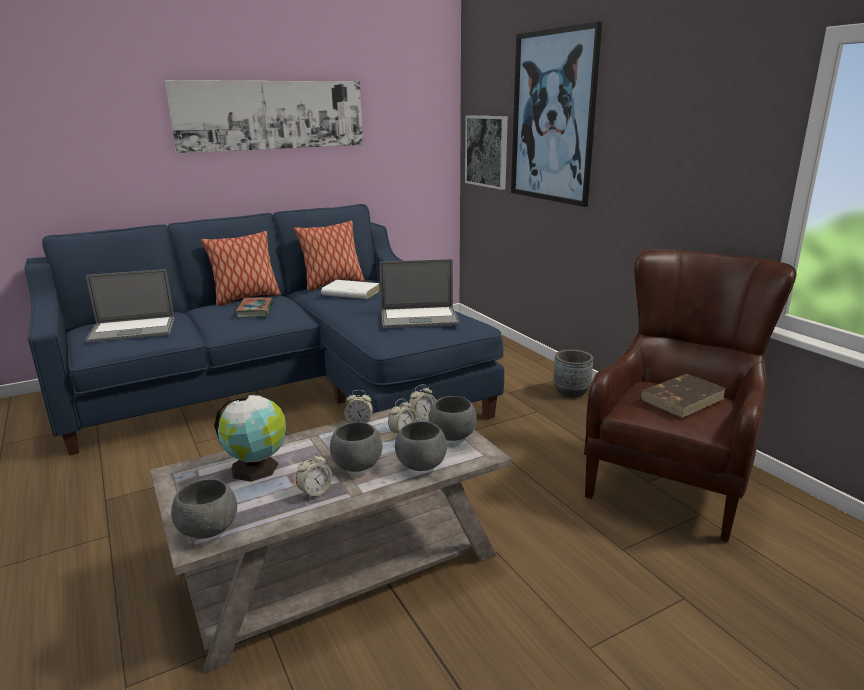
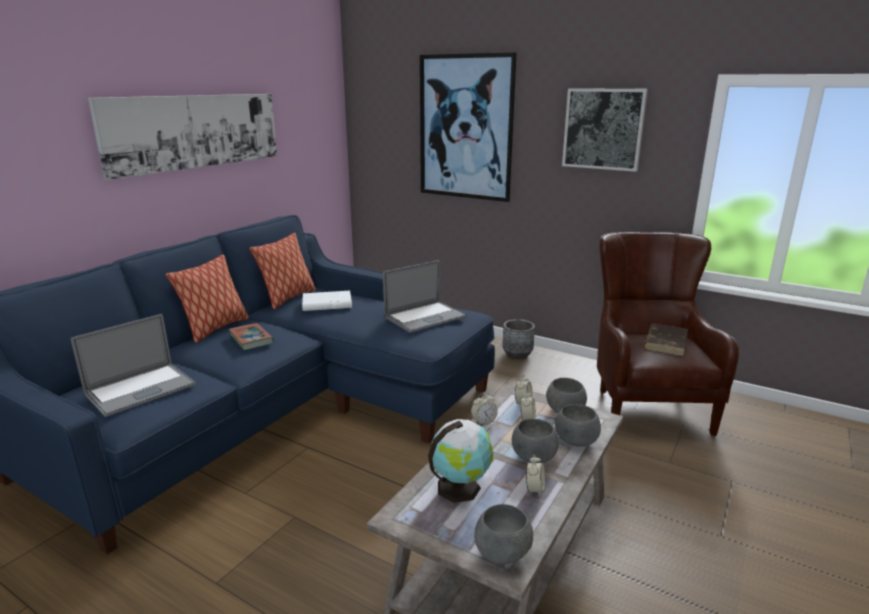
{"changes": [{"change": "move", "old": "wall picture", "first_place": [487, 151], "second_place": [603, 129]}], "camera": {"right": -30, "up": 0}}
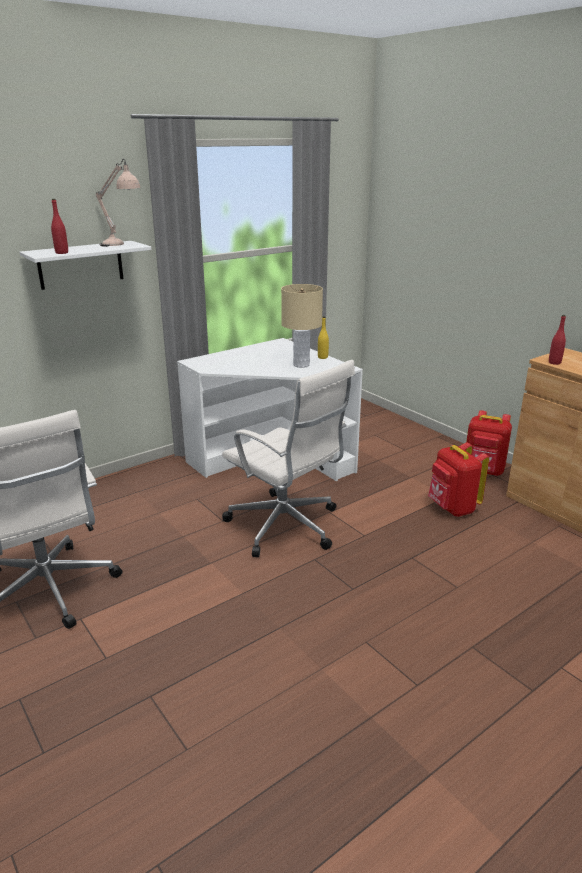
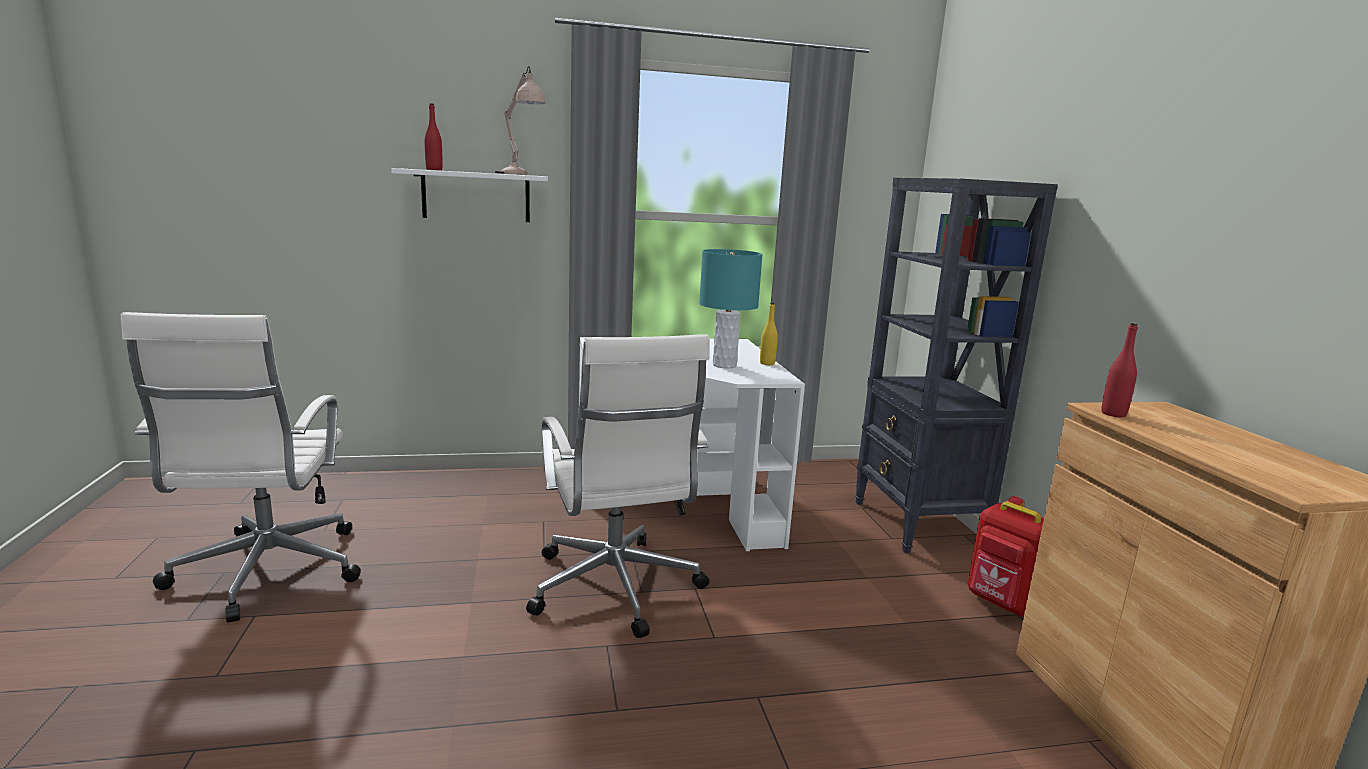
{"changes": [{"change": "recolor", "old": "beige tabletop lamp", "new": "turquoise-coloured tabletop lamp", "first_place": [301, 365], "second_place": [725, 365]}, {"change": "insert", "new": "black bookcase", "second_place": [917, 525]}, {"change": "delete", "old": "red backpack", "first_place": [452, 508]}], "camera": {"right": 25, "up": -10}}
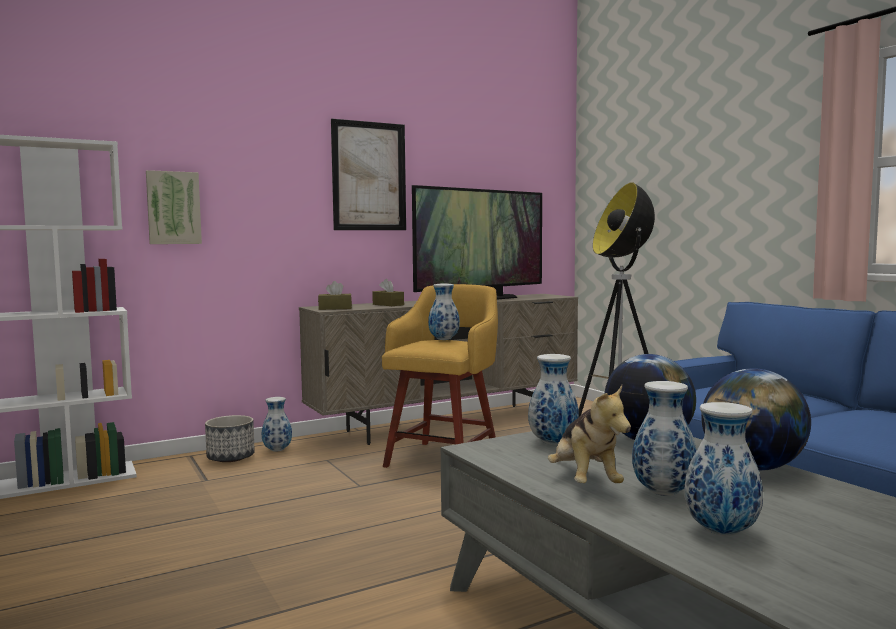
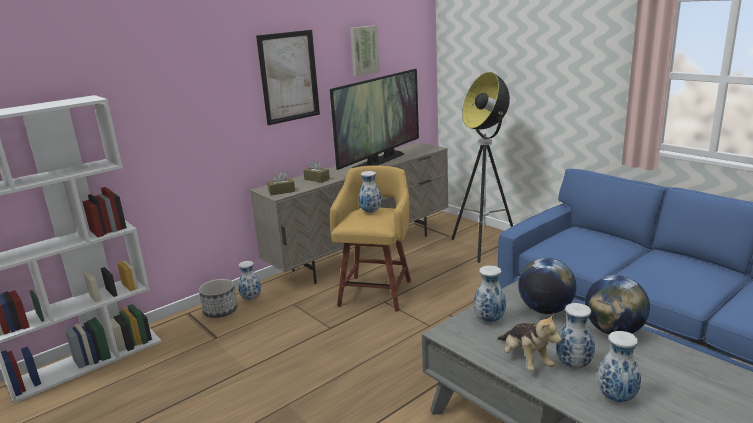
{"changes": [{"change": "move", "old": "wall picture", "first_place": [173, 208], "second_place": [363, 50]}], "camera": {"right": -10, "up": 15}}
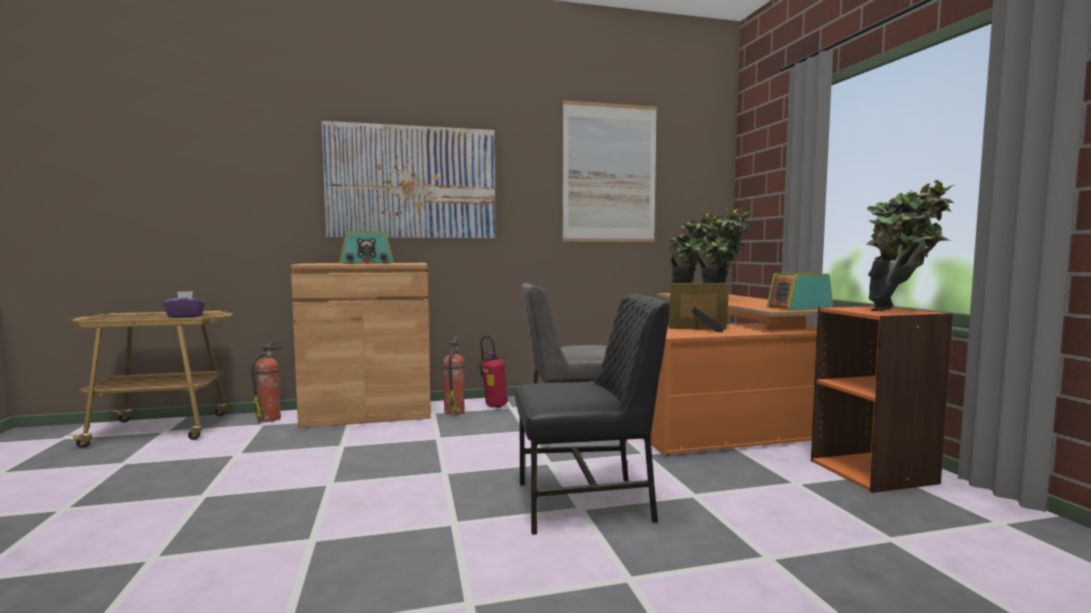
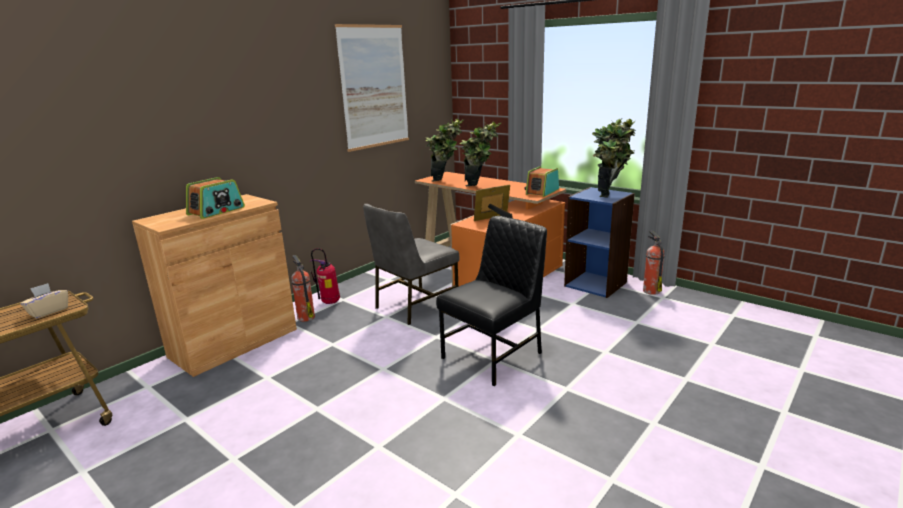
{"changes": [{"change": "recolor", "old": "purplish tissue holder", "new": "beige tissue holder", "first_place": [185, 316], "second_place": [48, 311]}, {"change": "recolor", "old": "orange bookcase", "new": "blue bookcase", "first_place": [873, 472], "second_place": [596, 284]}, {"change": "move", "old": "fire-fighting cylinder", "first_place": [270, 418], "second_place": [650, 290]}, {"change": "delete", "old": "wall picture", "first_place": [412, 182]}], "camera": {"right": -35, "up": 15}}
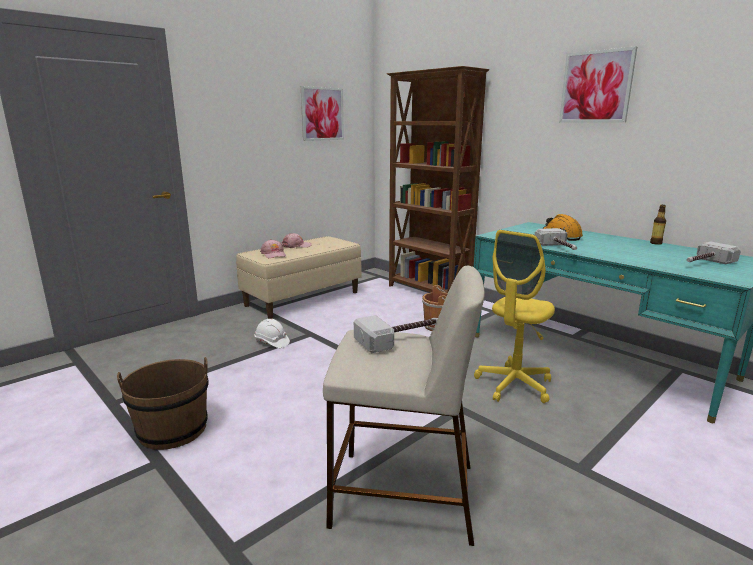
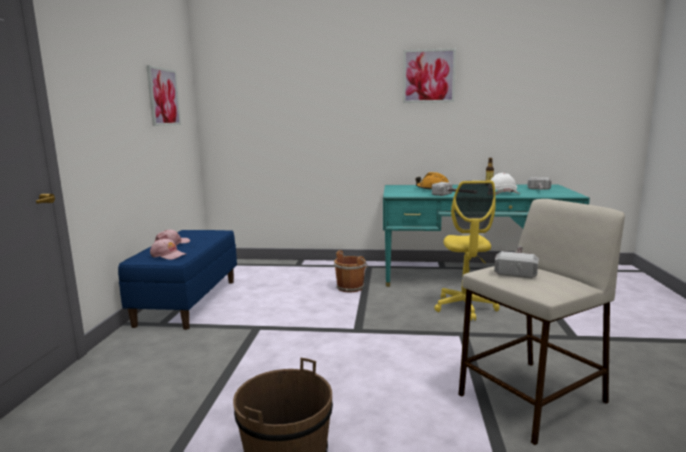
{"changes": [{"change": "recolor", "old": "beige bench", "new": "blue bench", "first_place": [303, 298], "second_place": [188, 302]}, {"change": "move", "old": "whitish hard hat", "first_place": [272, 342], "second_place": [503, 194]}, {"change": "delete", "old": "brown-coloured bookcase", "first_place": [428, 292]}], "camera": {"right": -40, "up": -5}}
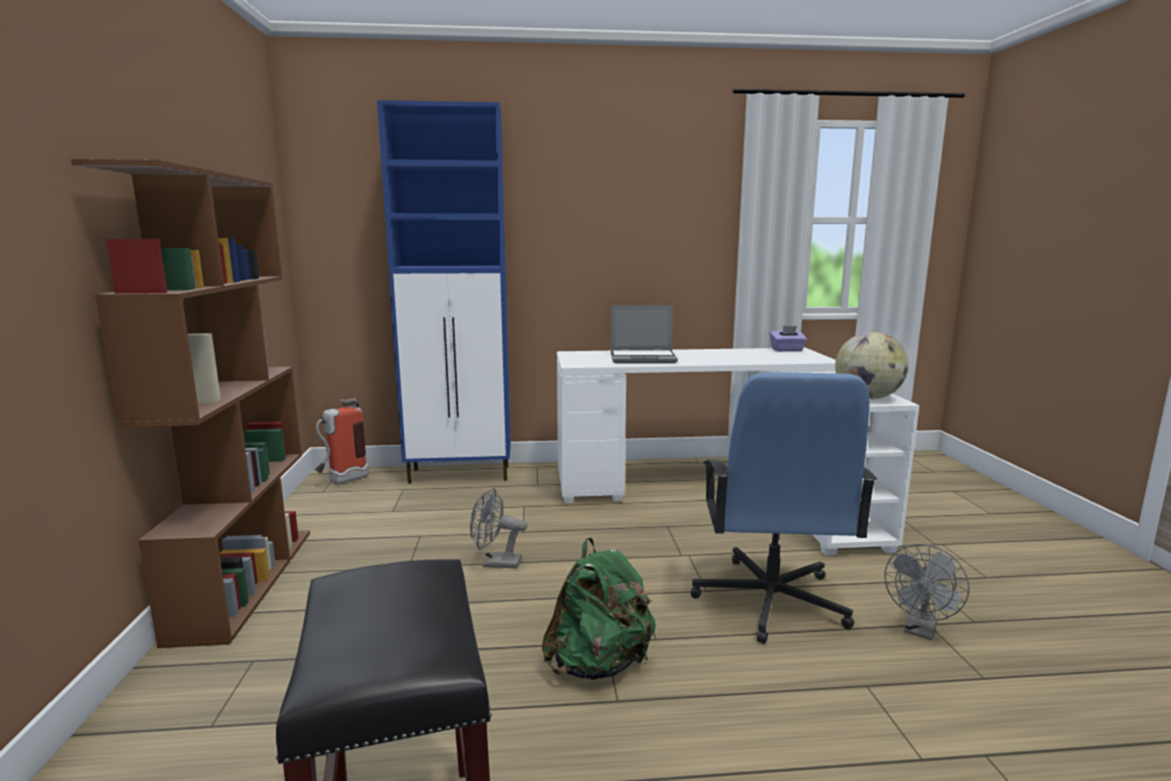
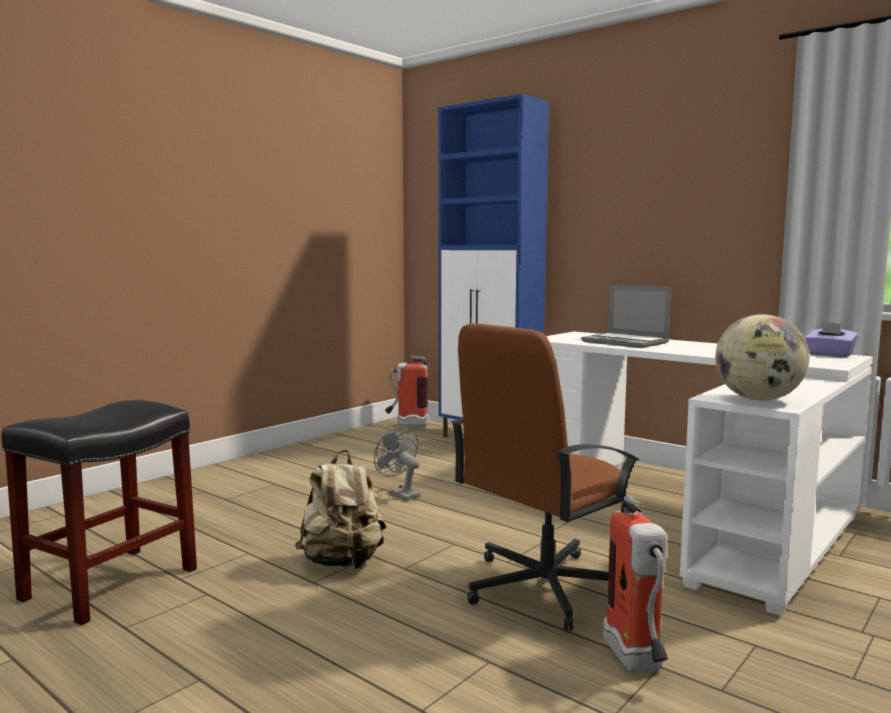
{"changes": [{"change": "recolor", "old": "green-coloured backpack", "new": "beige backpack", "first_place": [599, 664], "second_place": [343, 563]}, {"change": "recolor", "old": "blue desk chair", "new": "brown-coloured desk chair", "first_place": [770, 601], "second_place": [543, 588]}, {"change": "replace", "old": "grey cooling fan", "new": "fire-fighting cylinder", "first_place": [920, 630], "second_place": [637, 665]}, {"change": "delete", "old": "brown-coloured bookcase", "first_place": [245, 581]}], "camera": {"right": 45, "up": -5}}
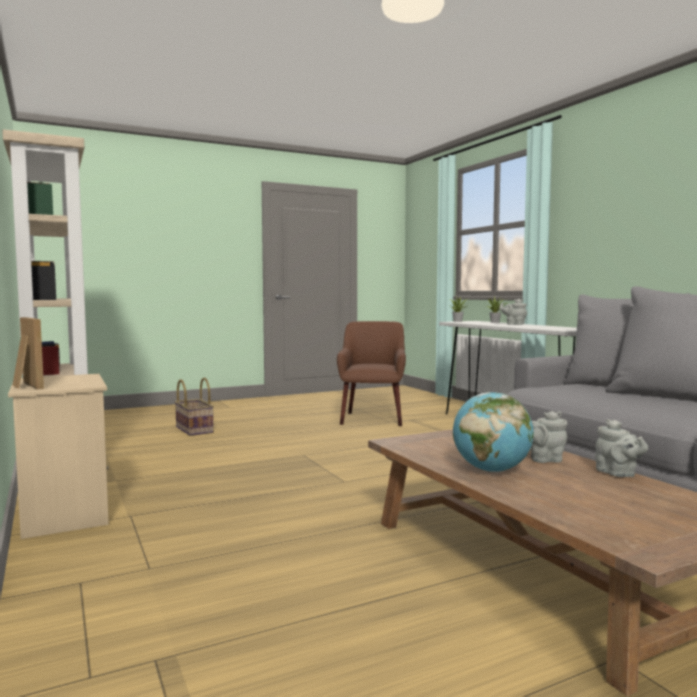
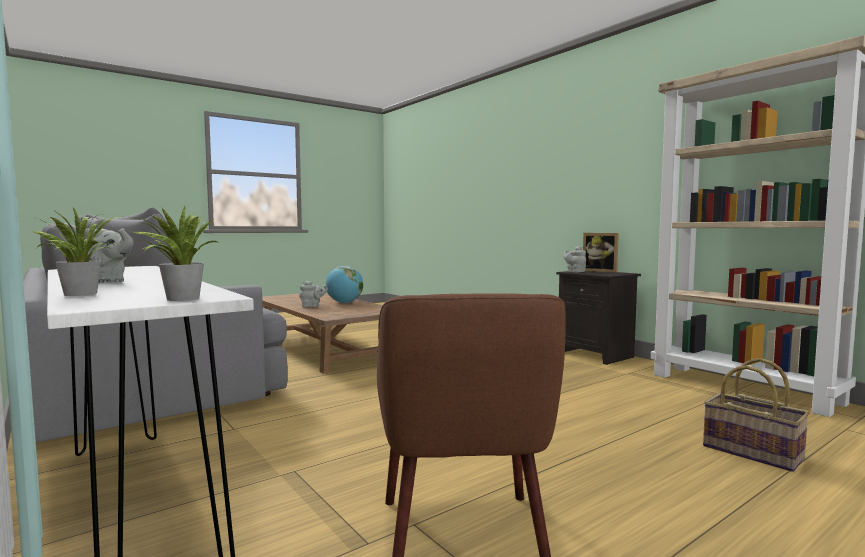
{"changes": [{"change": "recolor", "old": "beige nightstand", "new": "black nightstand", "first_place": [62, 514], "second_place": [596, 355]}, {"change": "move", "old": "grey teapot", "first_place": [618, 474], "second_place": [574, 271]}], "camera": {"right": 170, "up": 0}}
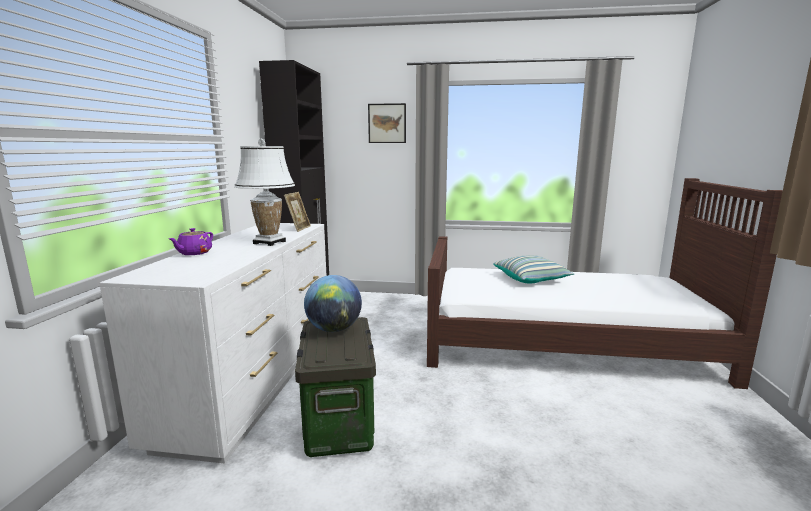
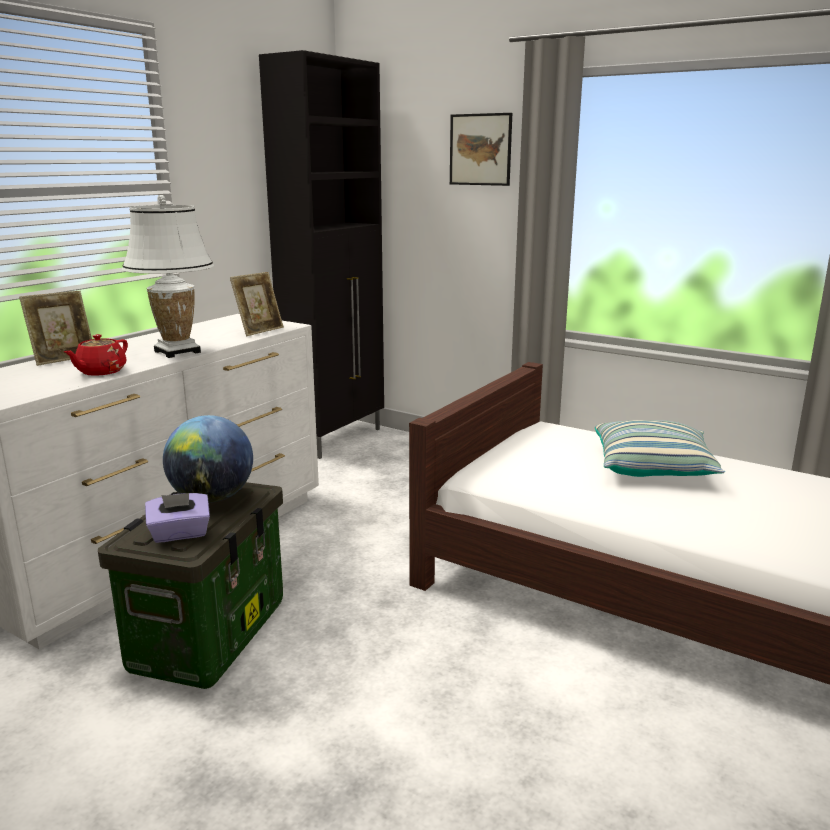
{"changes": [{"change": "replace", "old": "purplish teapot", "new": "photo frame", "first_place": [194, 253], "second_place": [64, 358]}, {"change": "insert", "new": "red teapot", "second_place": [100, 372]}, {"change": "insert", "new": "purplish tissue holder", "second_place": [180, 534]}], "camera": {"right": 25, "up": 5}}
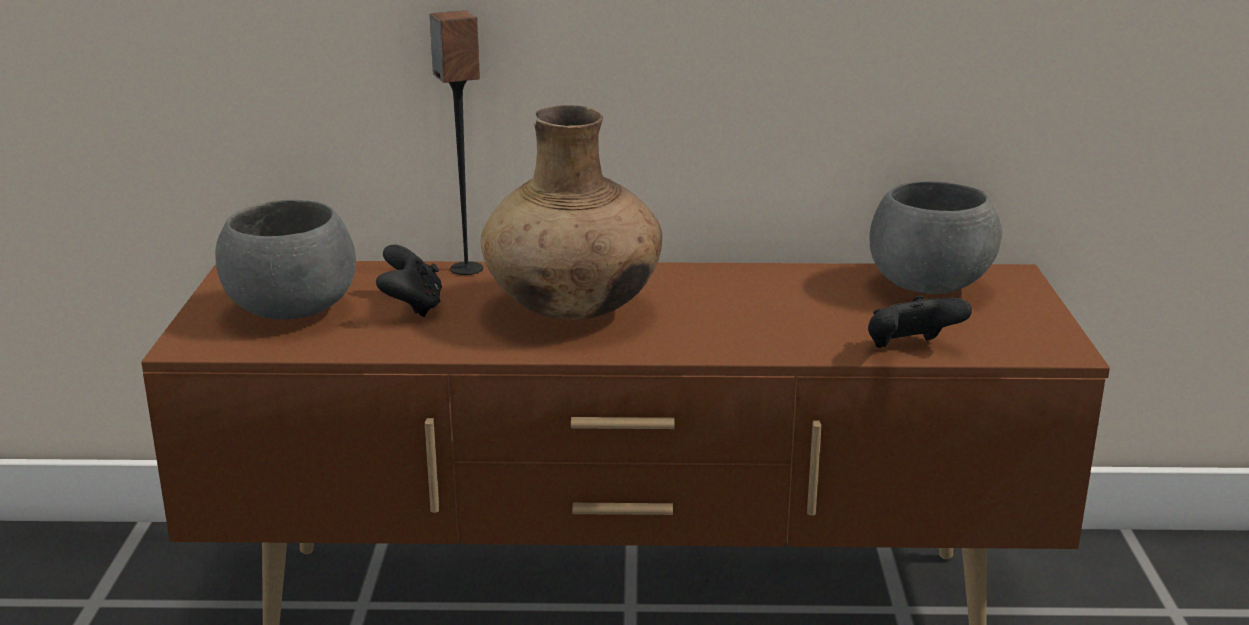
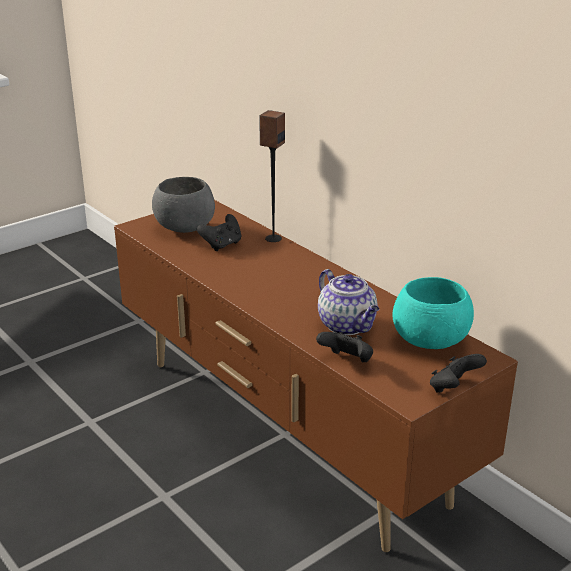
{"changes": [{"change": "insert", "new": "teapot", "second_place": [348, 326]}, {"change": "recolor", "old": "grey deep dish", "new": "turquoise-coloured deep dish", "first_place": [931, 288], "second_place": [430, 342]}, {"change": "insert", "new": "black game controller", "second_place": [453, 388]}, {"change": "delete", "old": "brown-coloured vase", "first_place": [573, 310]}], "camera": {"right": 50, "up": 5}}
